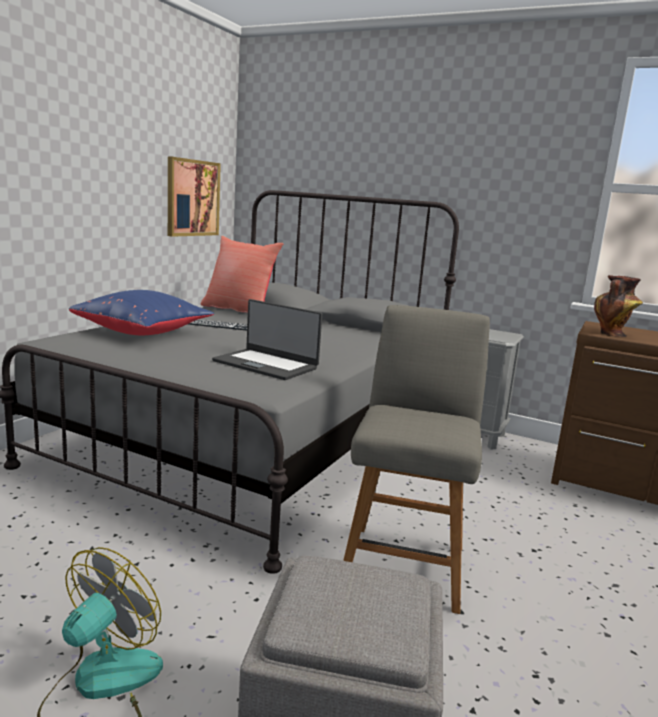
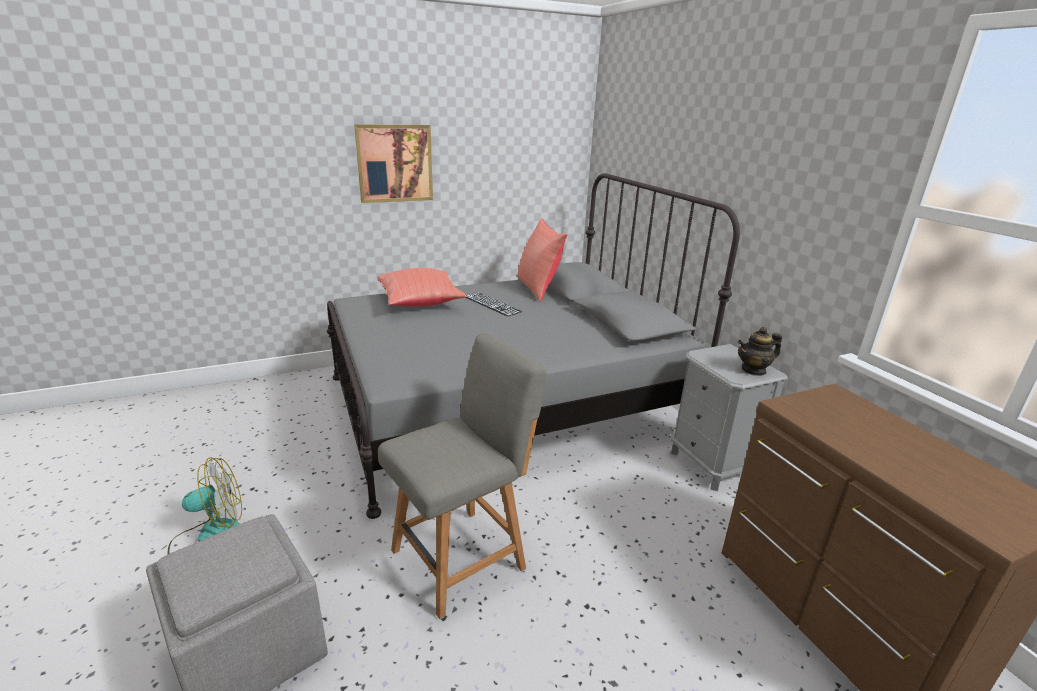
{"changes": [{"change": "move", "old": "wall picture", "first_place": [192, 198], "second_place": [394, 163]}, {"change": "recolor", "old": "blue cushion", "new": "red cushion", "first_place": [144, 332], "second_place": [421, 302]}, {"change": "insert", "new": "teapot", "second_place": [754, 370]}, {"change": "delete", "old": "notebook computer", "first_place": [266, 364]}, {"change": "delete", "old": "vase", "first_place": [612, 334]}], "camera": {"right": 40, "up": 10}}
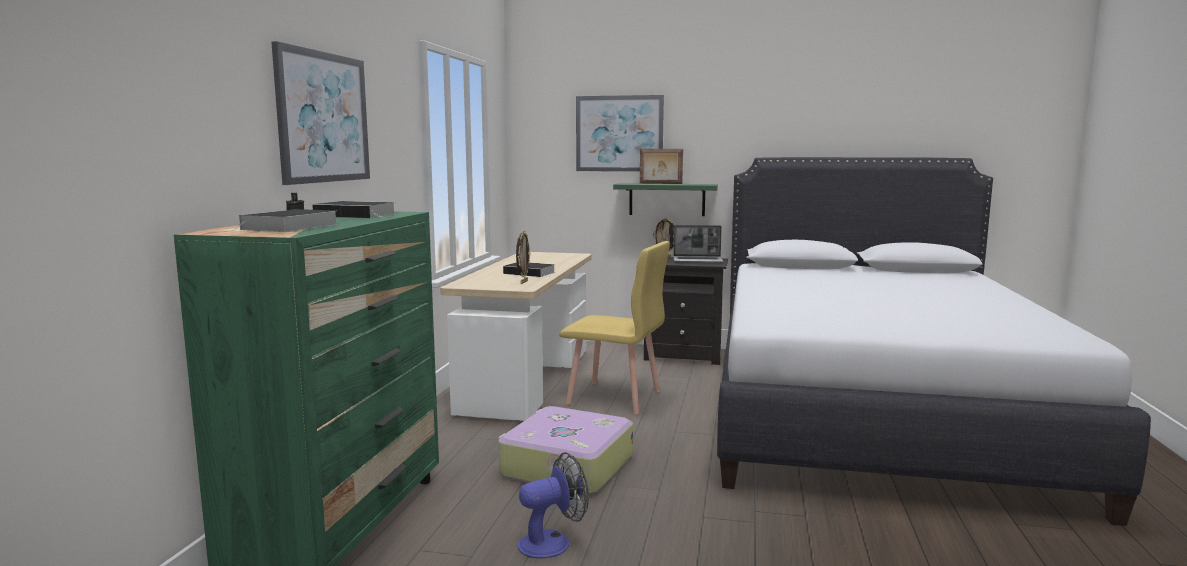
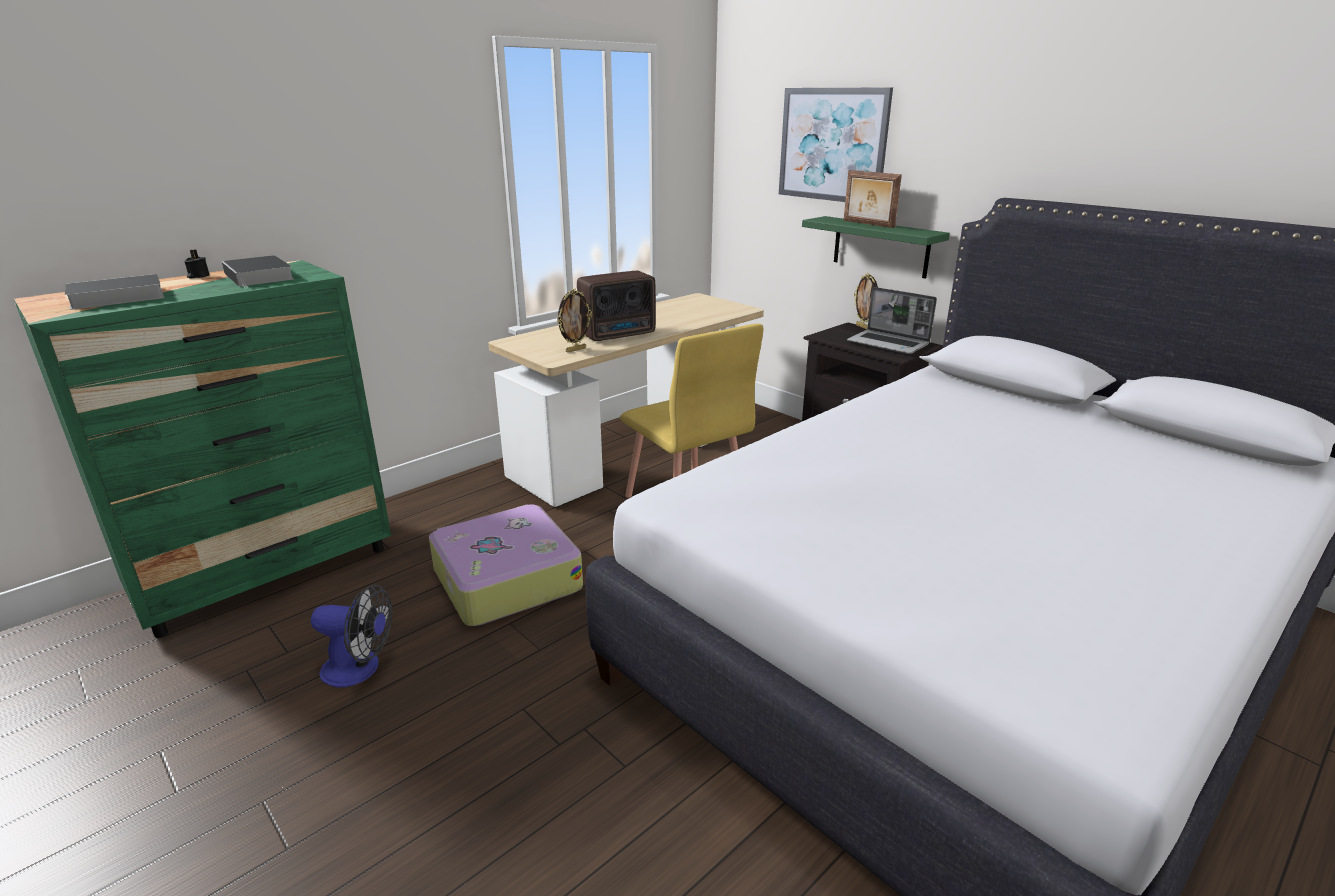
{"changes": [{"change": "replace", "old": "bound book", "new": "radio set", "first_place": [531, 273], "second_place": [619, 334]}, {"change": "delete", "old": "wall picture", "first_place": [323, 117]}], "camera": {"right": 35, "up": 15}}
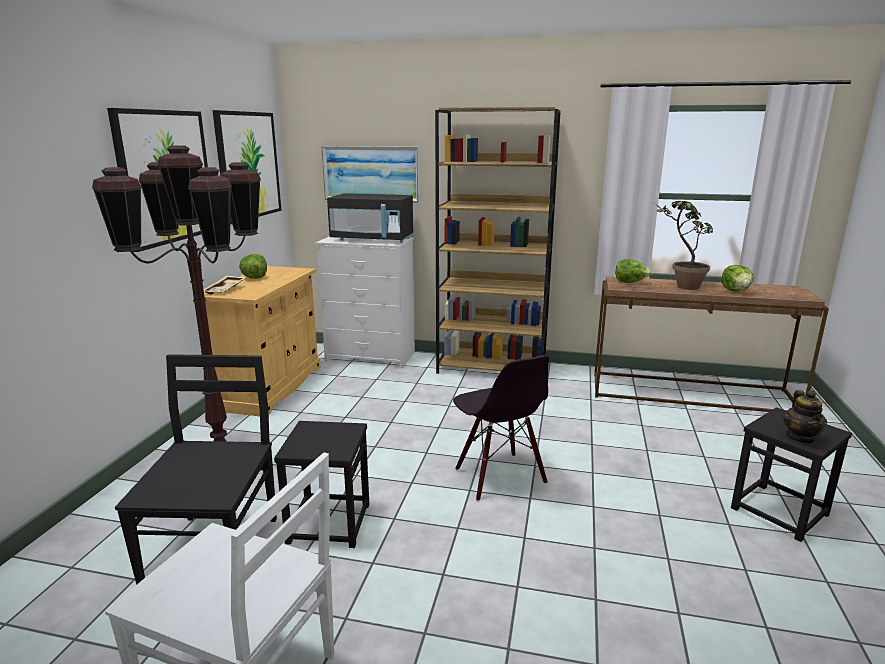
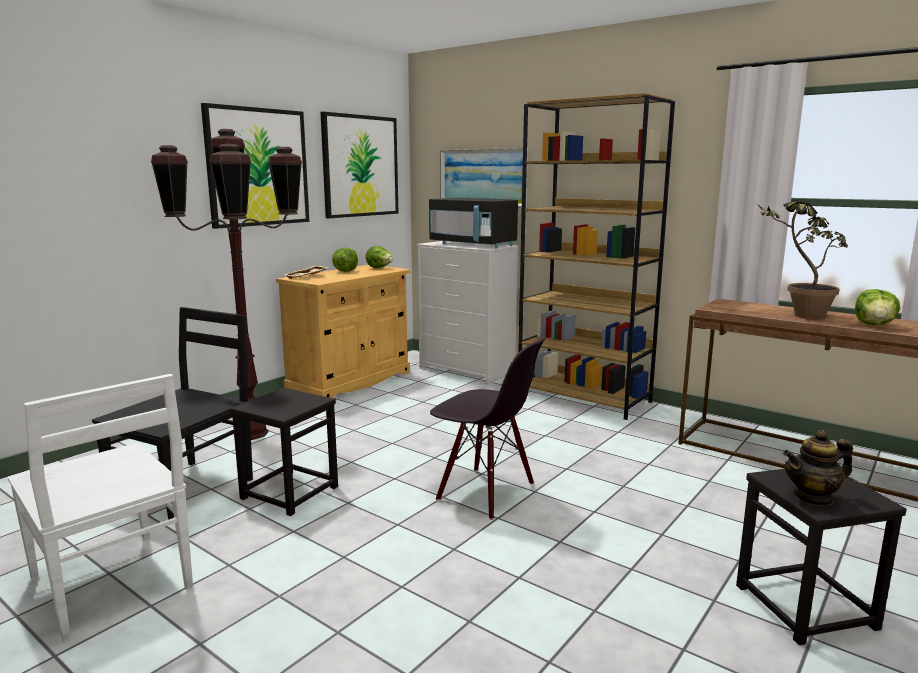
{"changes": [{"change": "move", "old": "lettuce", "first_place": [630, 282], "second_place": [380, 268]}, {"change": "rotate", "old": "black chair", "first_place": [499, 476], "second_place": [485, 492], "degrees": -60}, {"change": "rotate", "old": "teapot", "first_place": [801, 437], "second_place": [813, 497], "degrees": 45}], "camera": {"right": 25, "up": -5}}
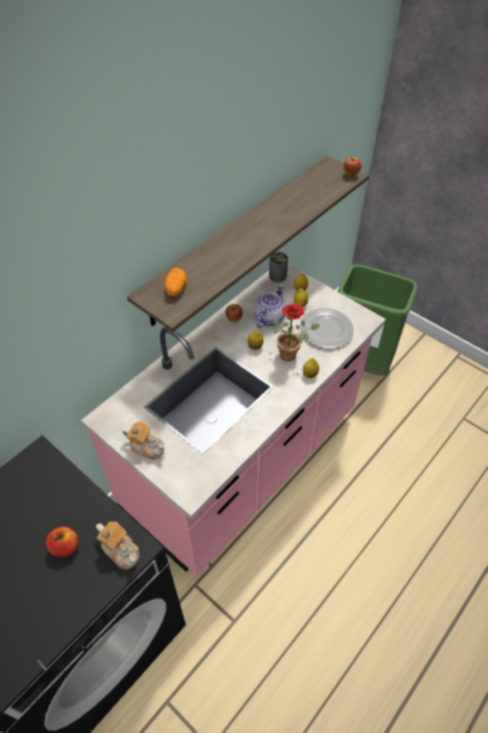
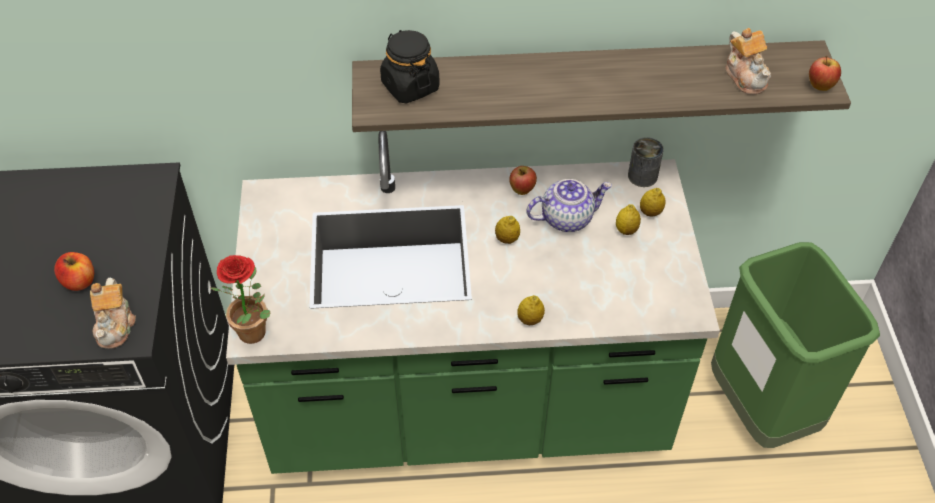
{"changes": [{"change": "move", "old": "potted plant", "first_place": [291, 354], "second_place": [257, 335]}, {"change": "recolor", "old": "pinkish kitchen base unit", "new": "green-coloured kitchen base unit", "first_place": [244, 462], "second_place": [467, 404]}, {"change": "replace", "old": "spud", "new": "black jar", "first_place": [176, 288], "second_place": [410, 86]}, {"change": "move", "old": "teapot", "first_place": [147, 447], "second_place": [746, 76]}, {"change": "delete", "old": "flat dish", "first_place": [325, 330]}], "camera": {"right": 45, "up": 0}}
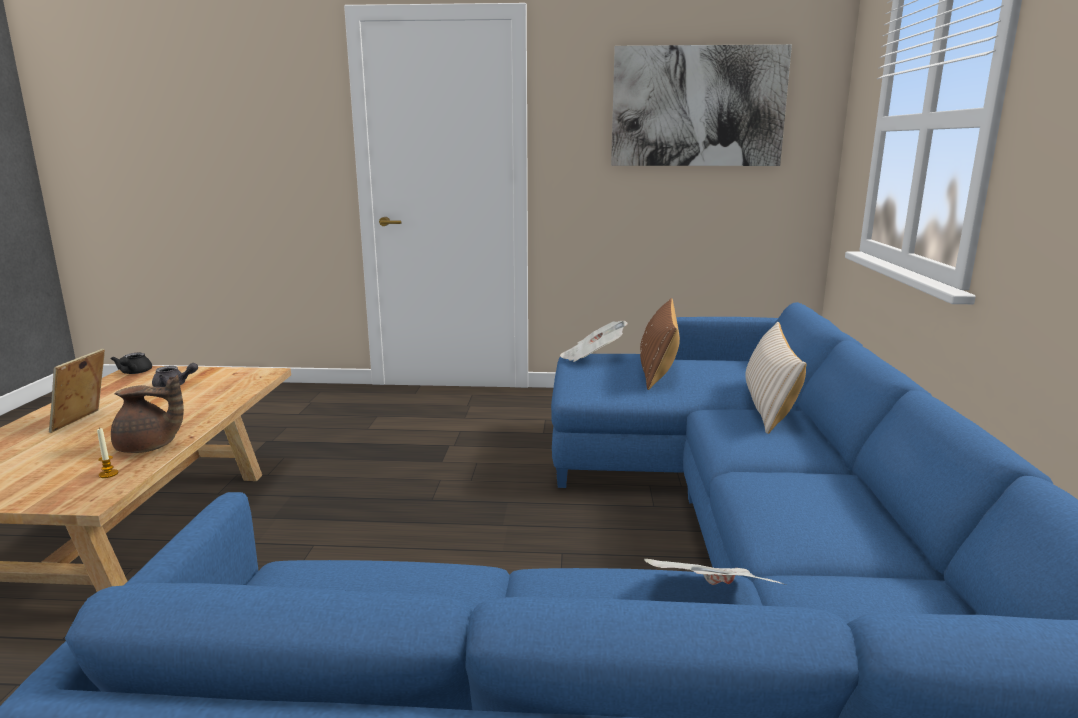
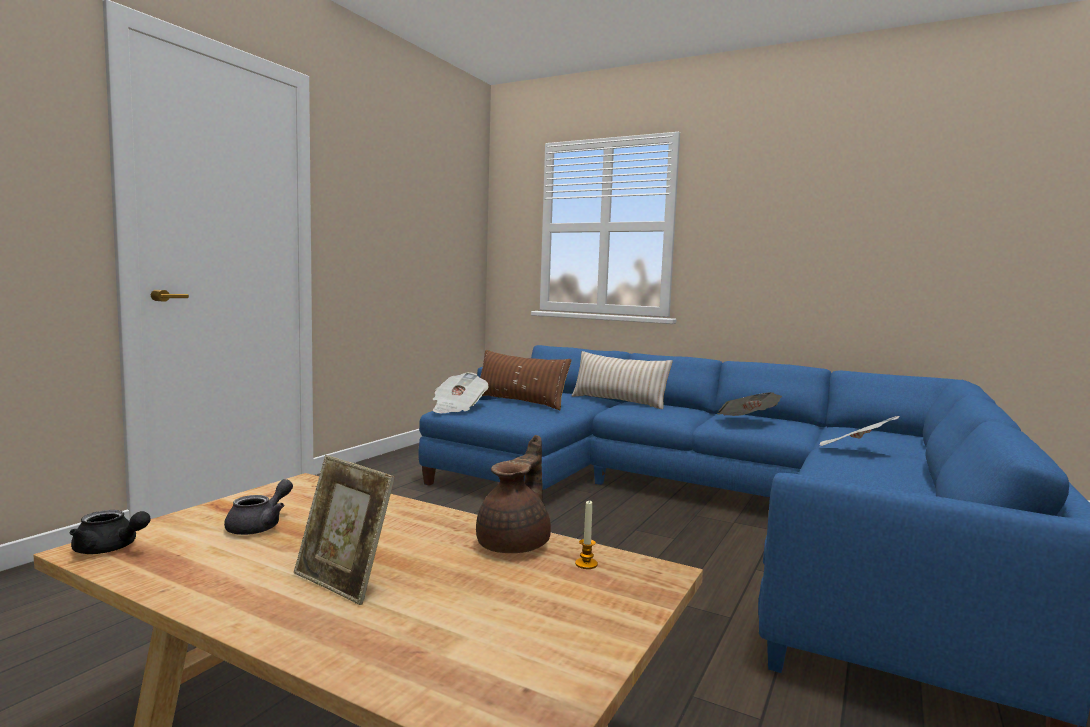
{"changes": [{"change": "insert", "new": "printed paper", "second_place": [747, 421]}, {"change": "delete", "old": "wall picture", "first_place": [698, 107]}], "camera": {"right": -65, "up": -10}}
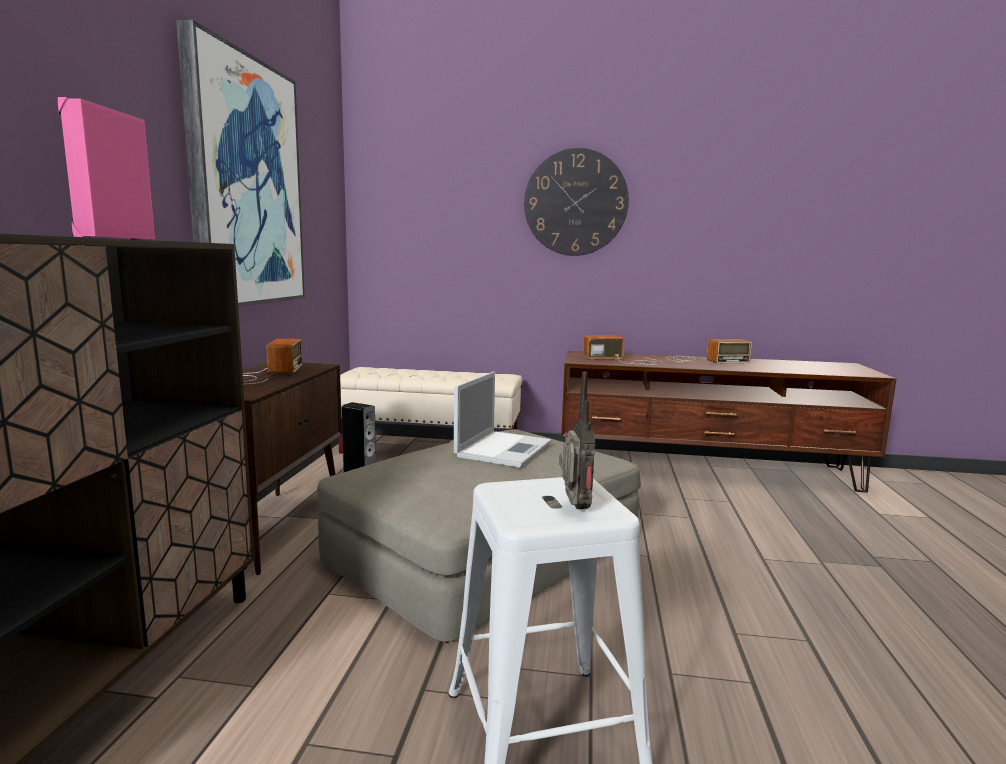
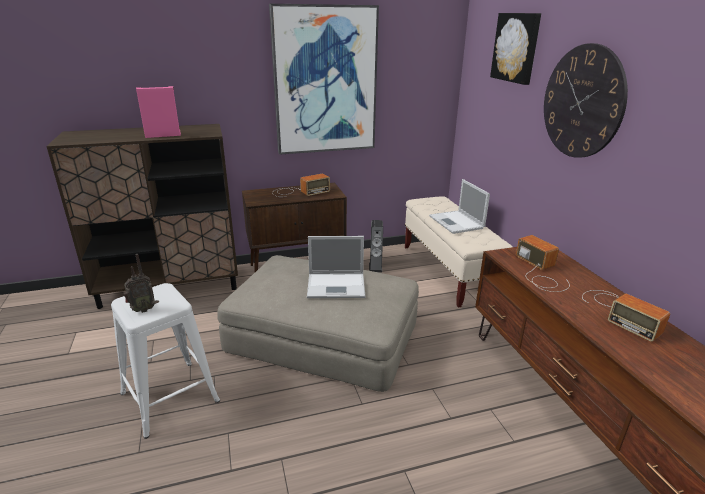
{"changes": [{"change": "insert", "new": "notebook computer", "second_place": [457, 222]}, {"change": "insert", "new": "wall picture", "second_place": [516, 47]}], "camera": {"right": 65, "up": 15}}
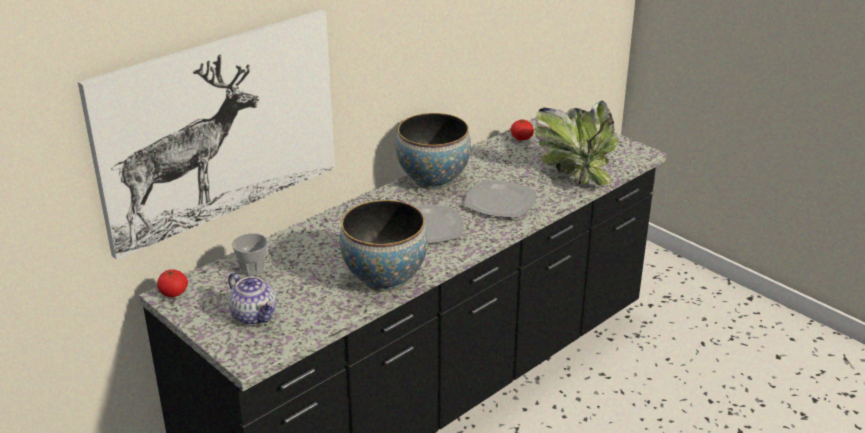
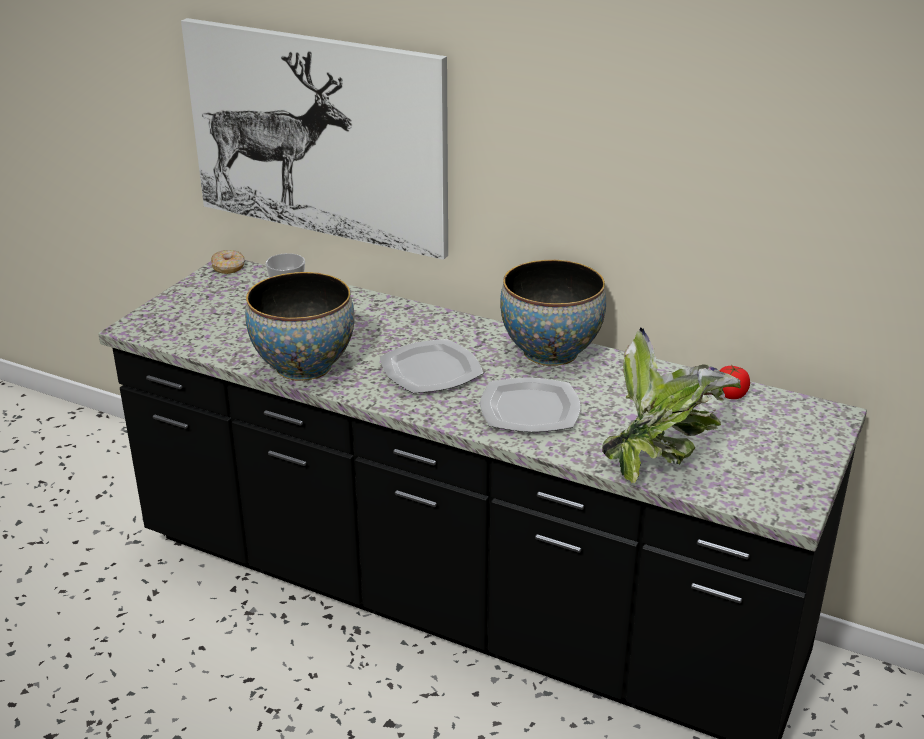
{"changes": [{"change": "replace", "old": "fresh tomato", "new": "donut", "first_place": [174, 293], "second_place": [228, 267]}, {"change": "delete", "old": "teapot", "first_place": [254, 315]}], "camera": {"right": 70, "up": 0}}
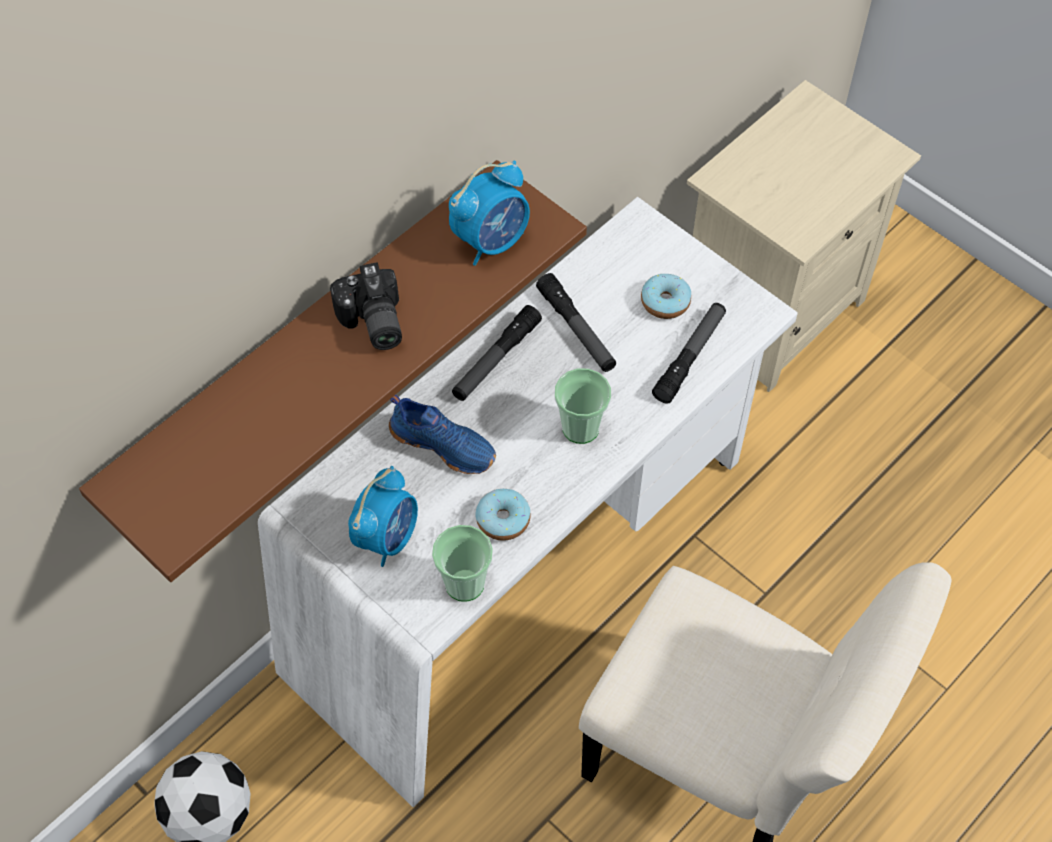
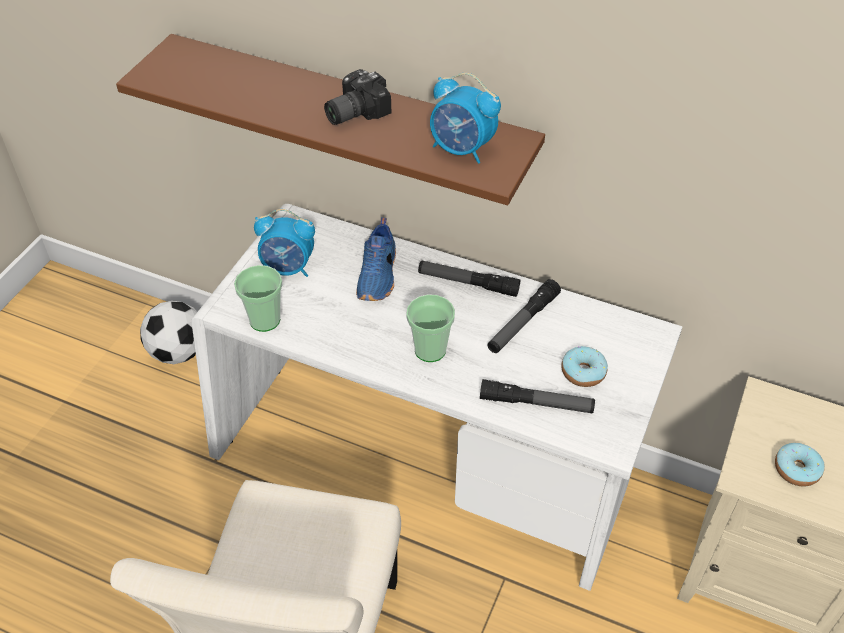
{"changes": [{"change": "move", "old": "donut", "first_place": [503, 520], "second_place": [796, 469]}], "camera": {"right": 70, "up": -10}}
